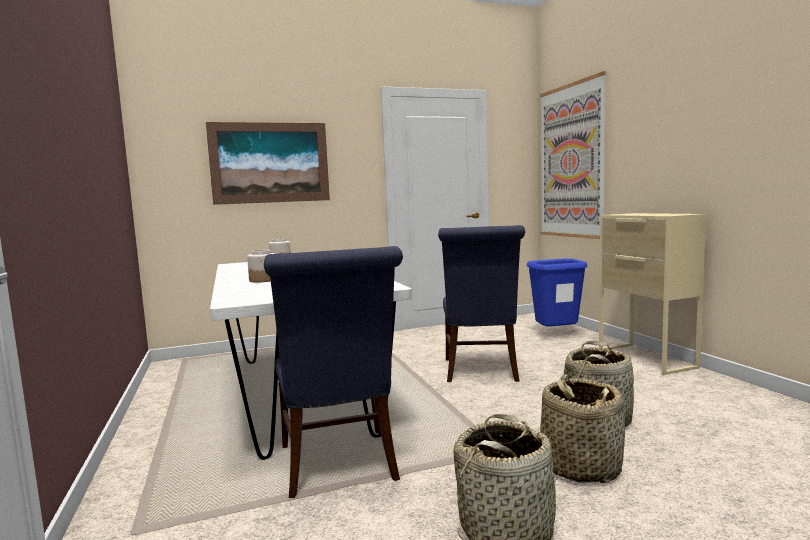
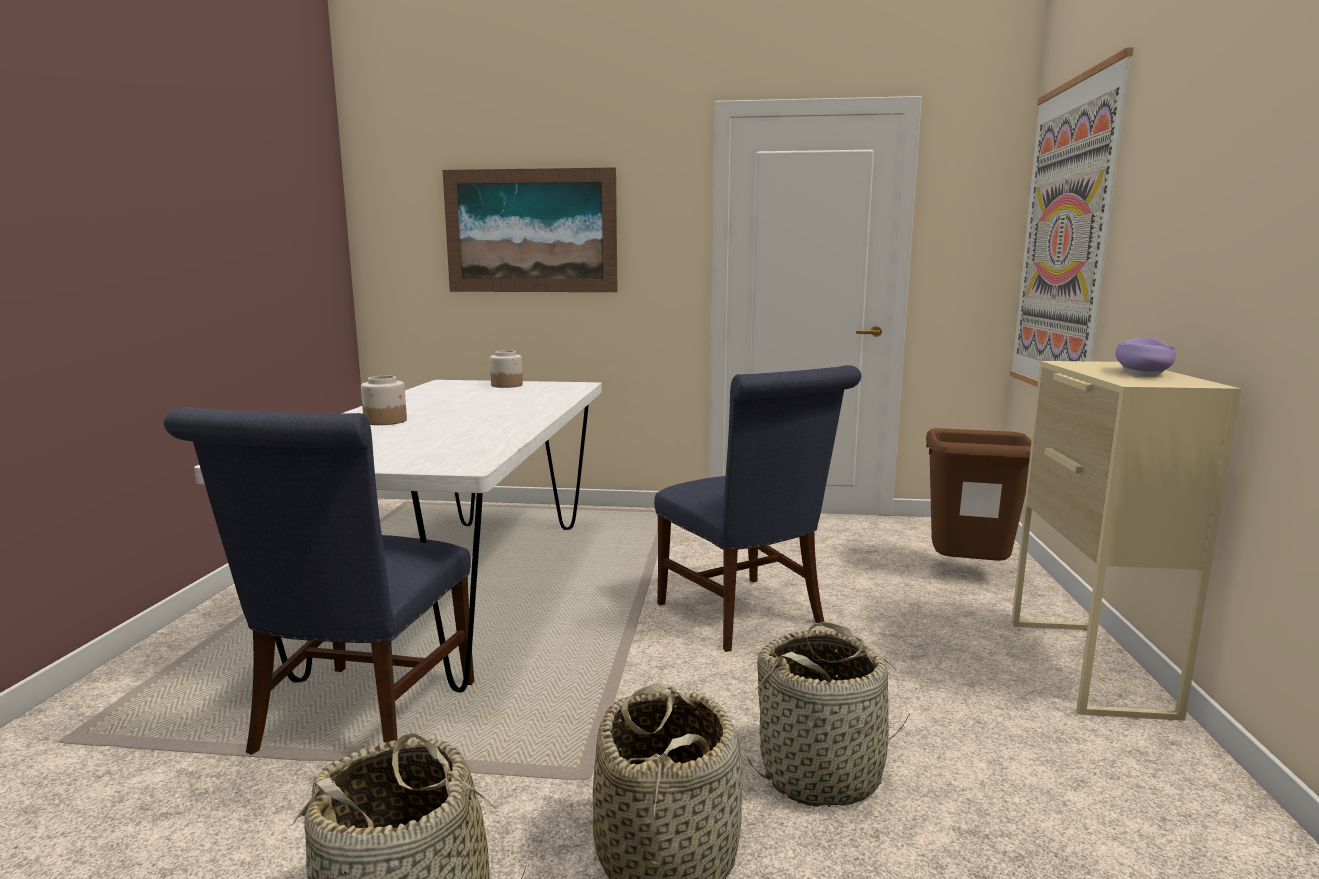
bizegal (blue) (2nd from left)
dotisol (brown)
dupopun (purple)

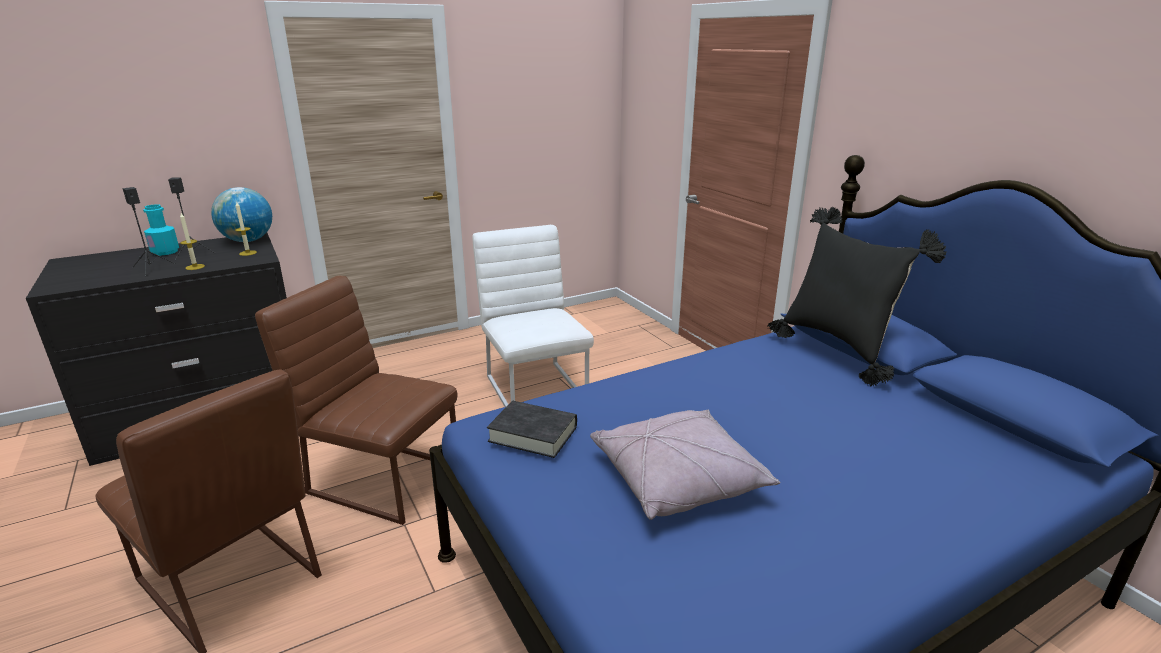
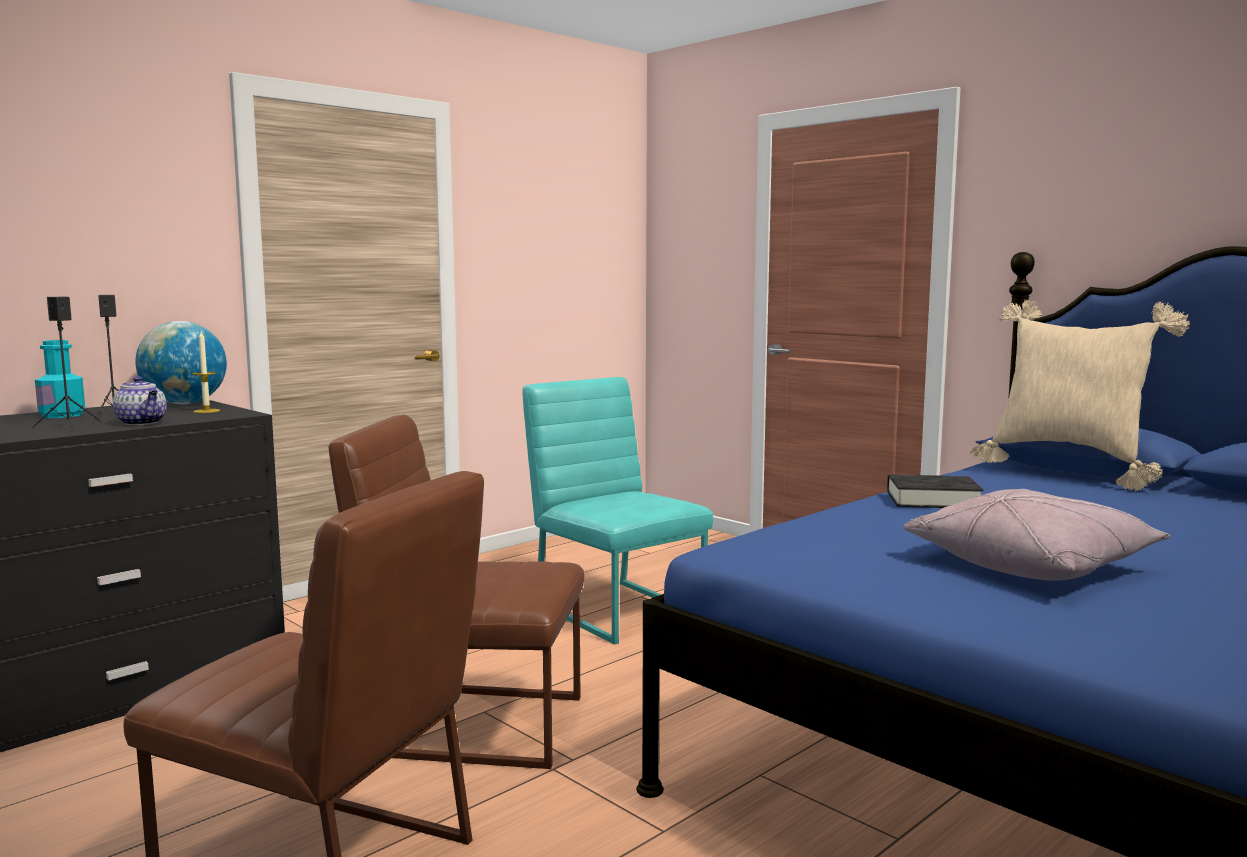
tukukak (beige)
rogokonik
bizegal (turquoise)
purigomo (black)

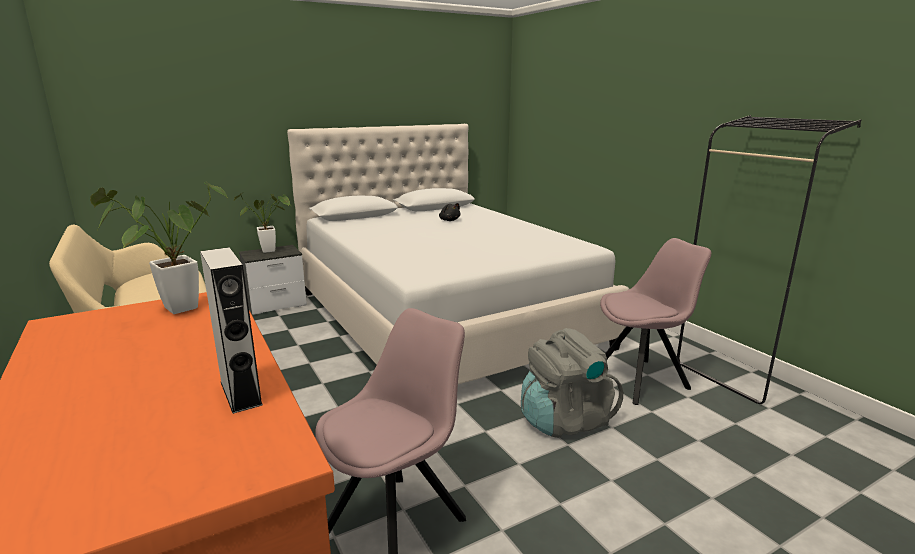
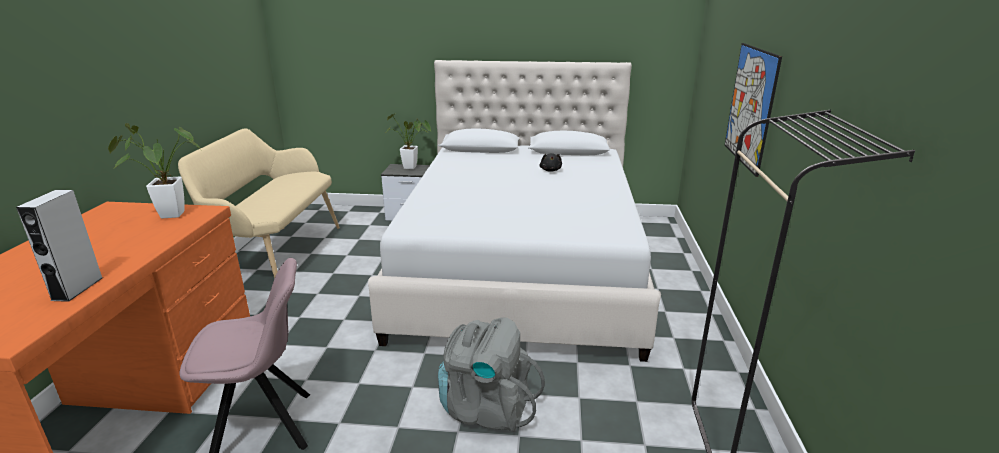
bizegal (pink) (2nd from left in the first image)
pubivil

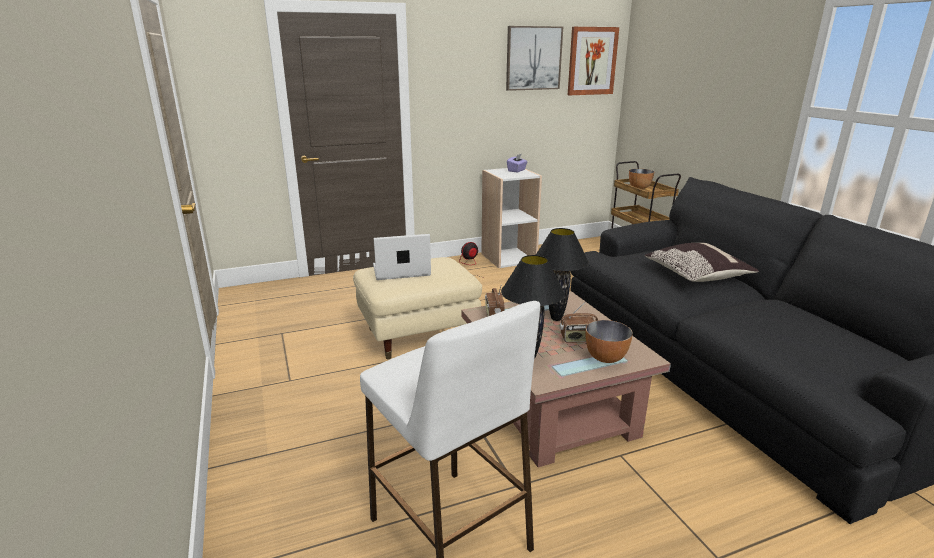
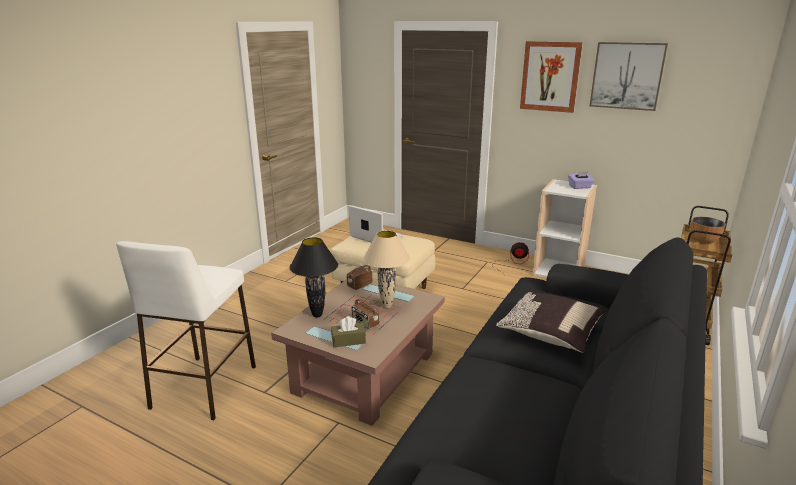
pubivil (1st from left)
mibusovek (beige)
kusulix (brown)

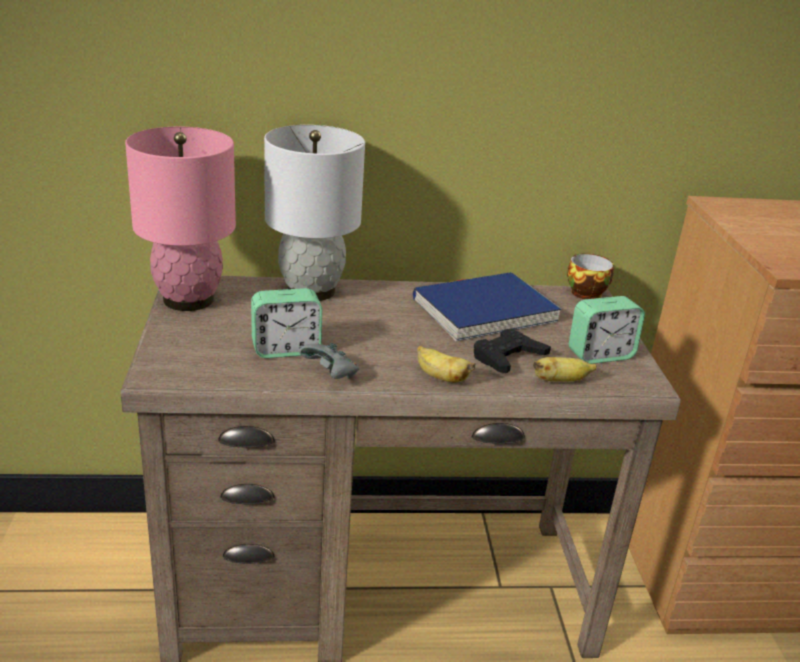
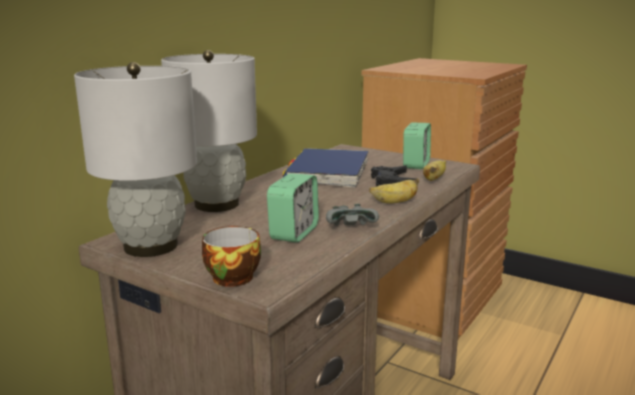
mibusovek (white) (1st from left)
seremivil

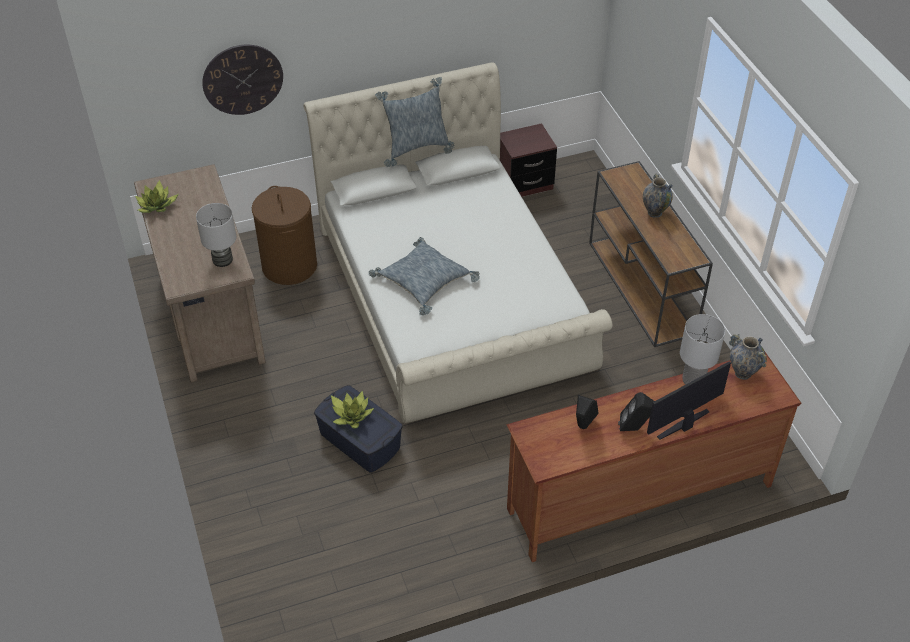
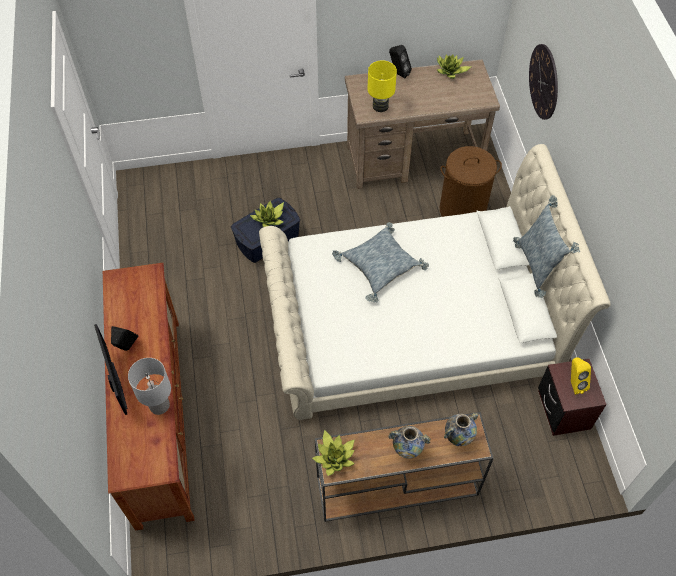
mibusovek (yellow)
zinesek (2nd from left)
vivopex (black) (2nd from left)
vivopex (yellow)
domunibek (2nd from left)

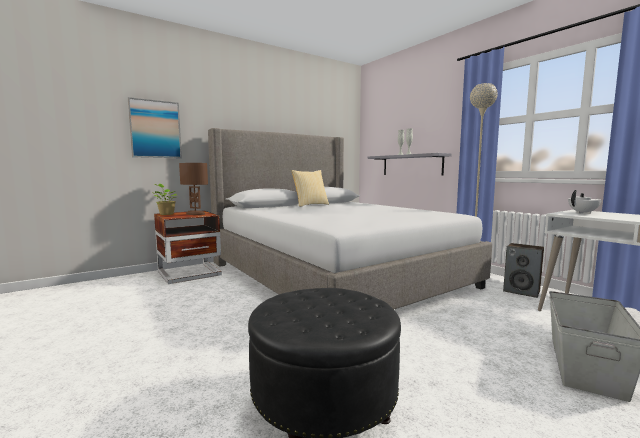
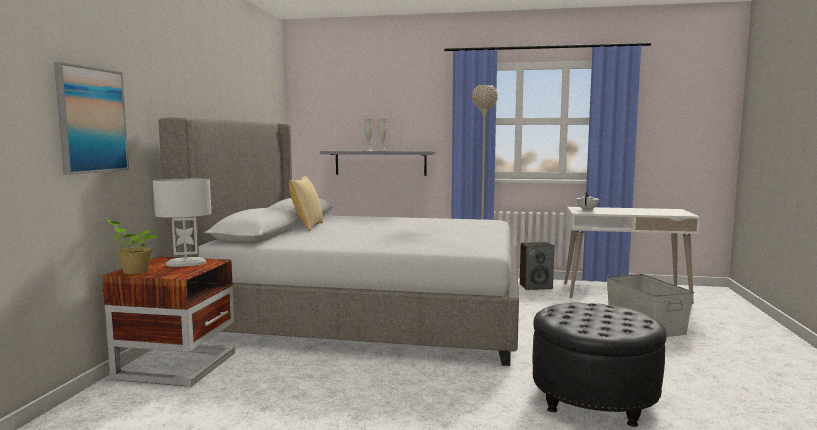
mibusovek (white)

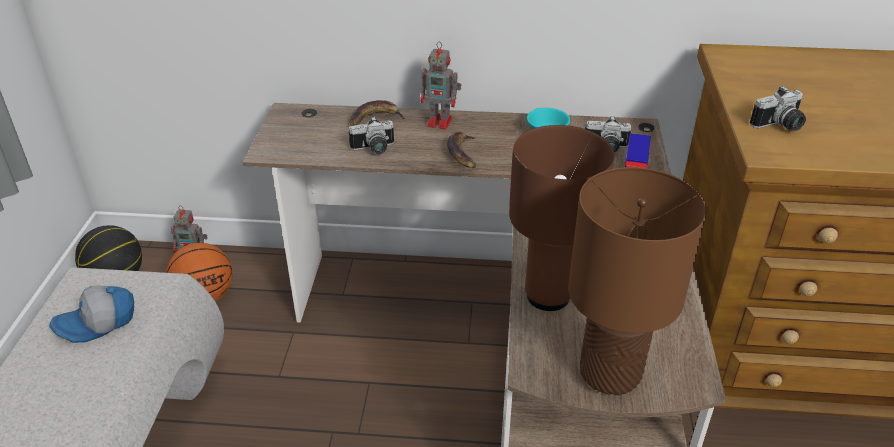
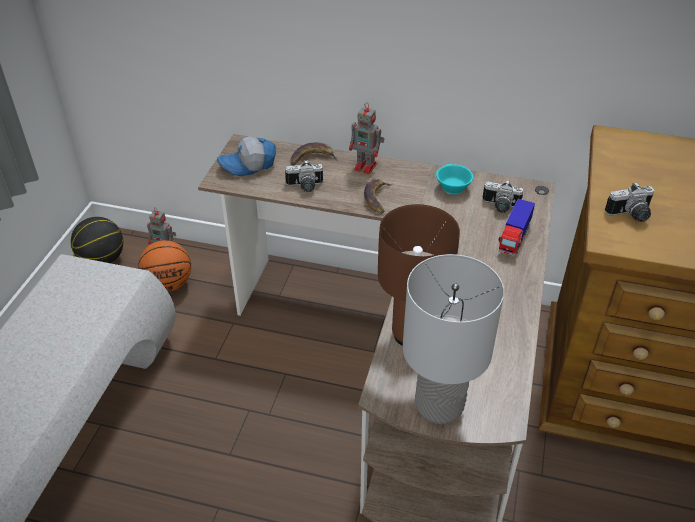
mibusovek (grey)
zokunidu

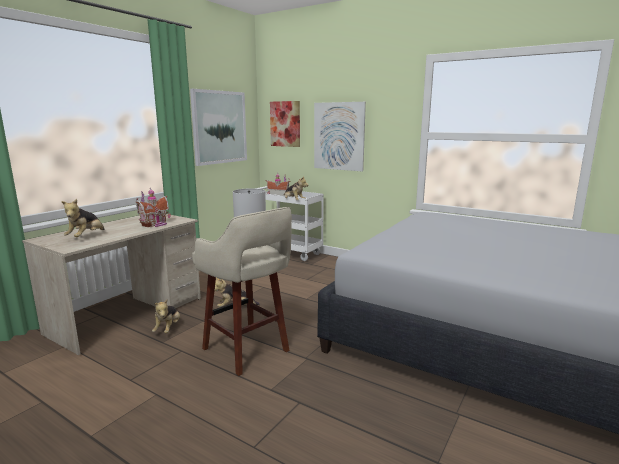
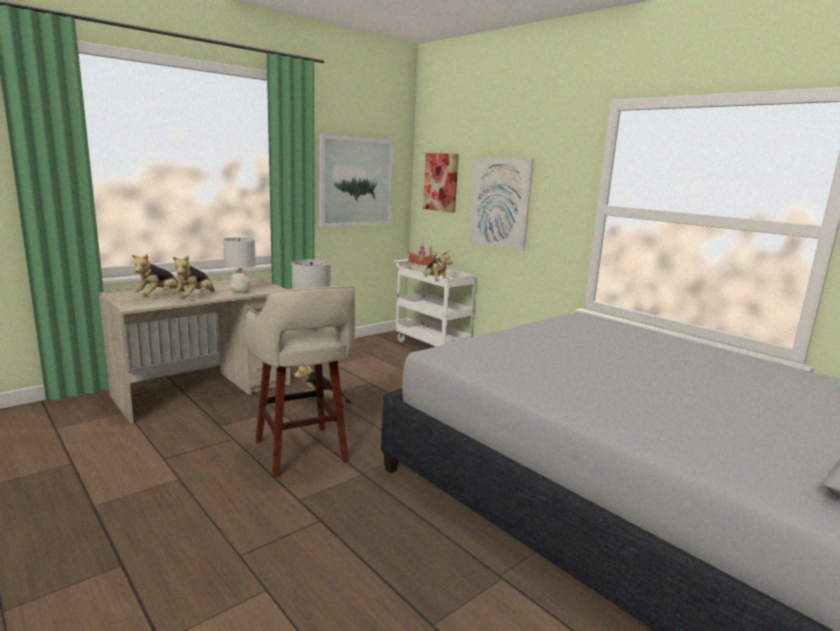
mibusovek (grey) (1st from left)
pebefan (2nd from left)

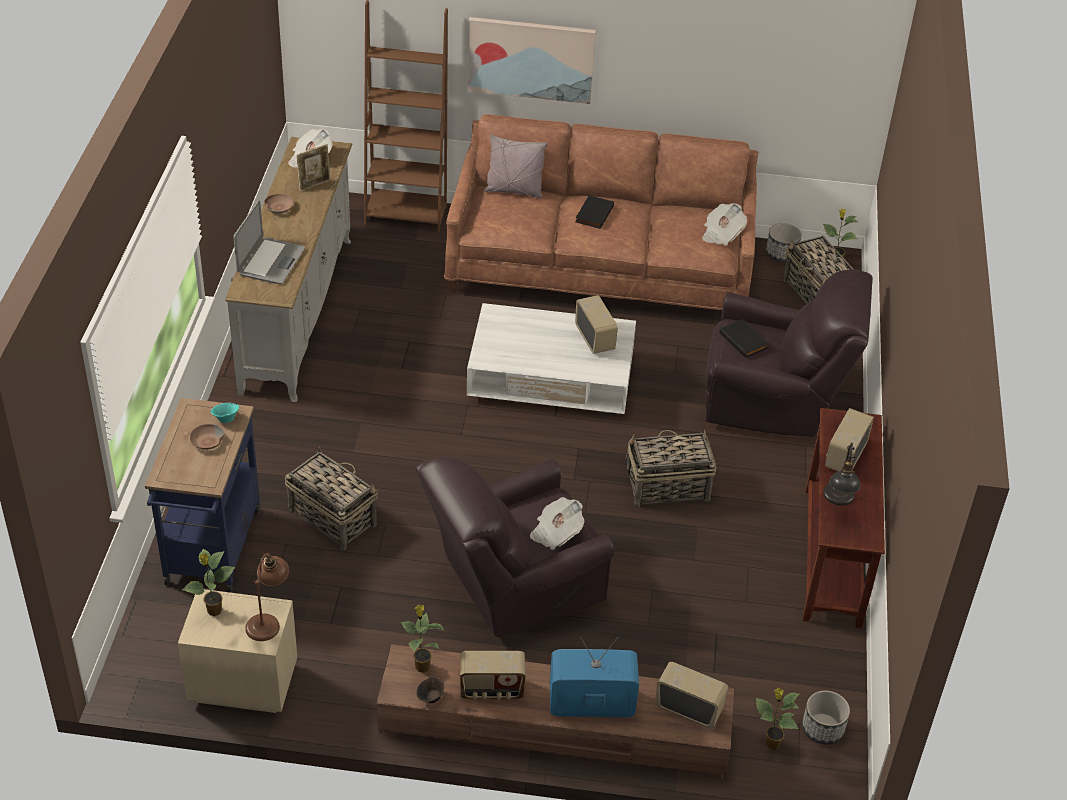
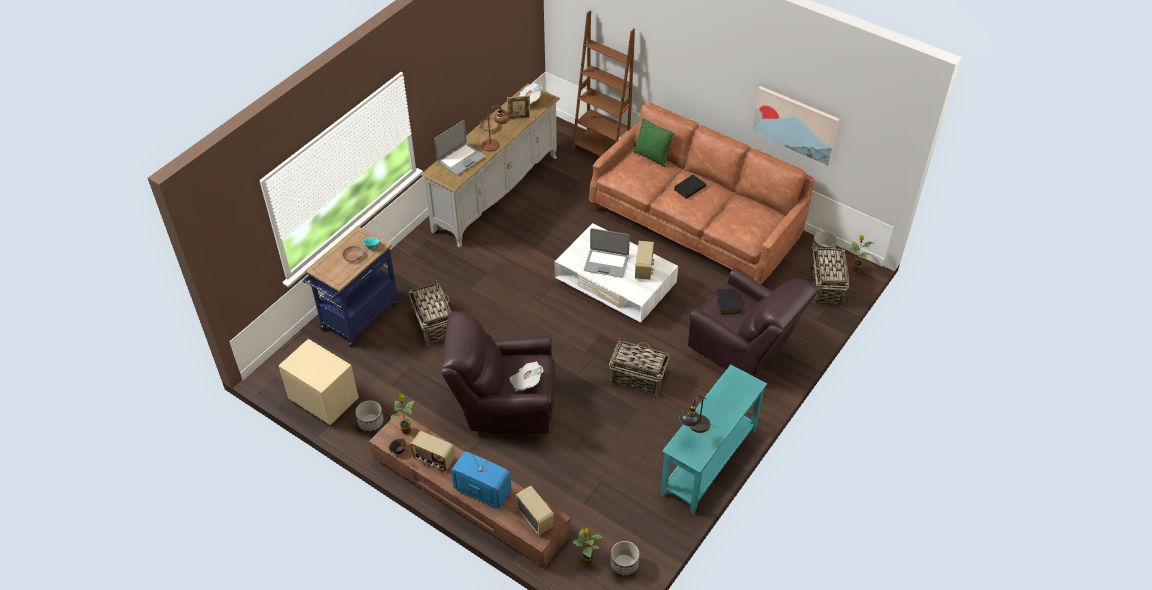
pubivil
tukukak (green)
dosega (3rd from left in the first image)
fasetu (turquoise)
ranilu (4th from left in the first image)
domunibek (1st from left in the first image)
mibusovek (brown)
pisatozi (2nd from left)
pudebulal (1st from left)

